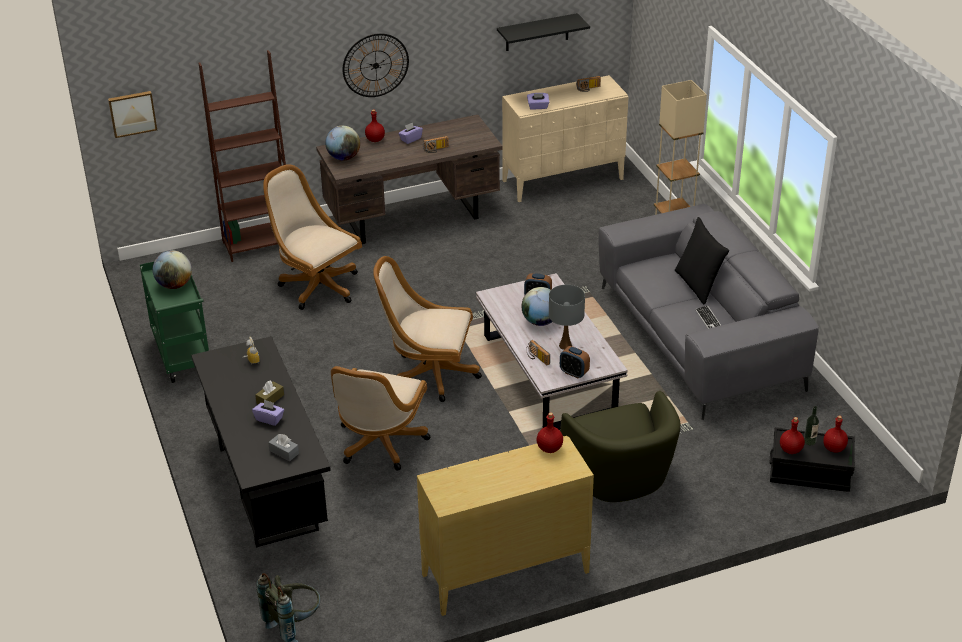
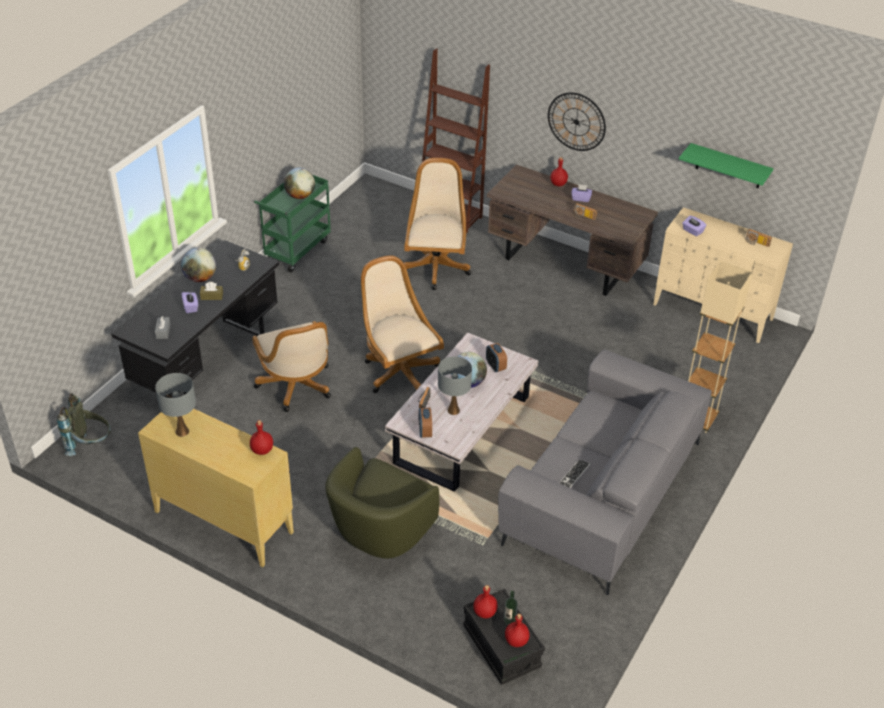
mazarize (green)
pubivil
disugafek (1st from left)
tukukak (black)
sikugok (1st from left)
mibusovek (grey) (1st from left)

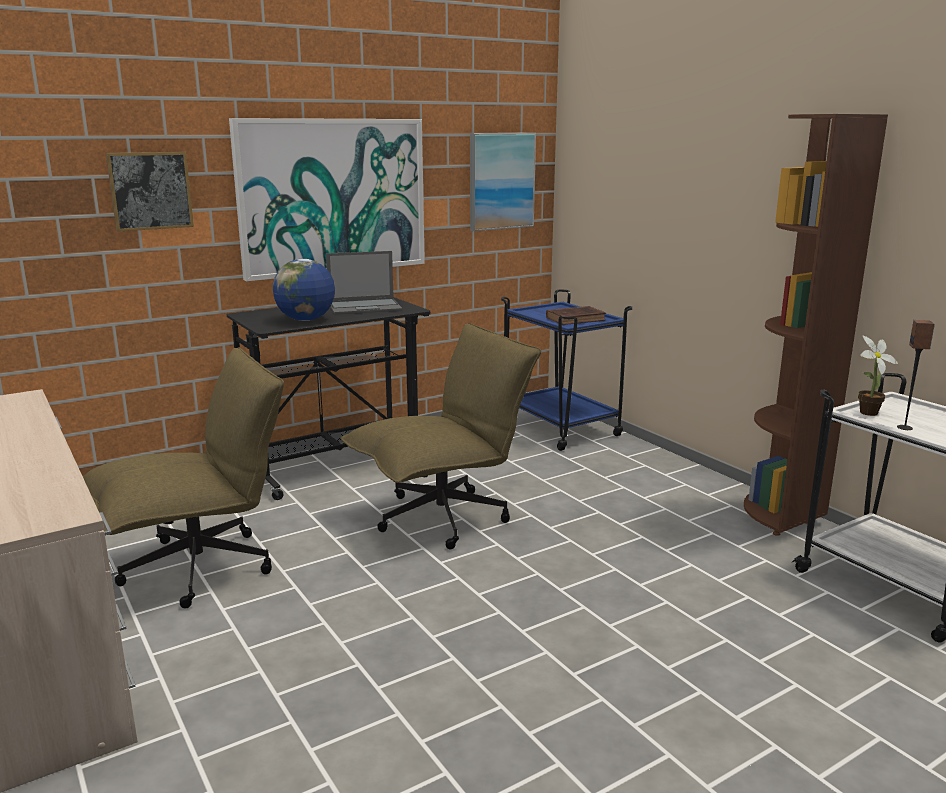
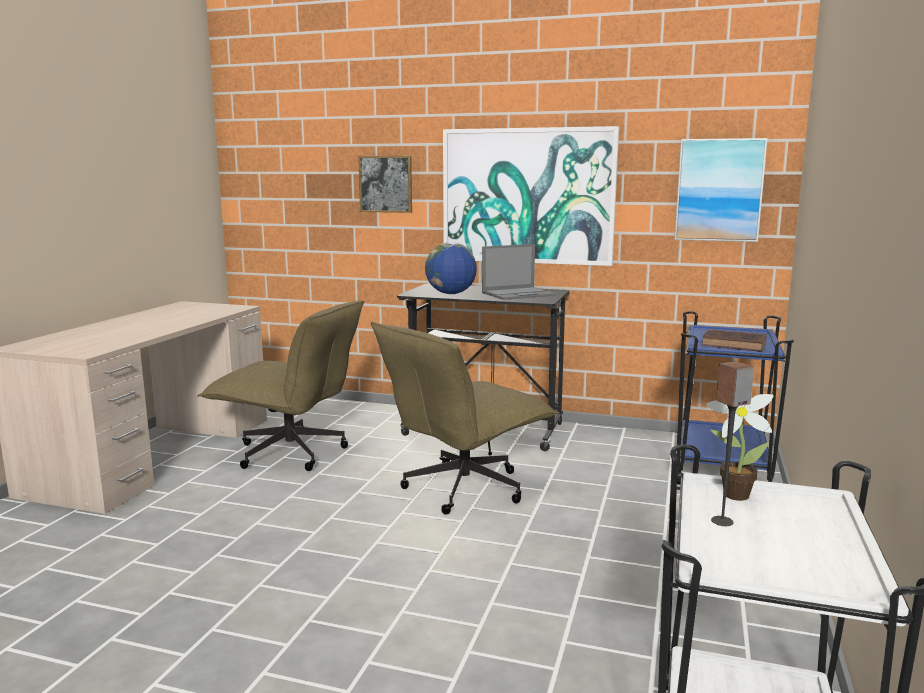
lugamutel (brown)
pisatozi
sikugok (beige) (2nd from left)

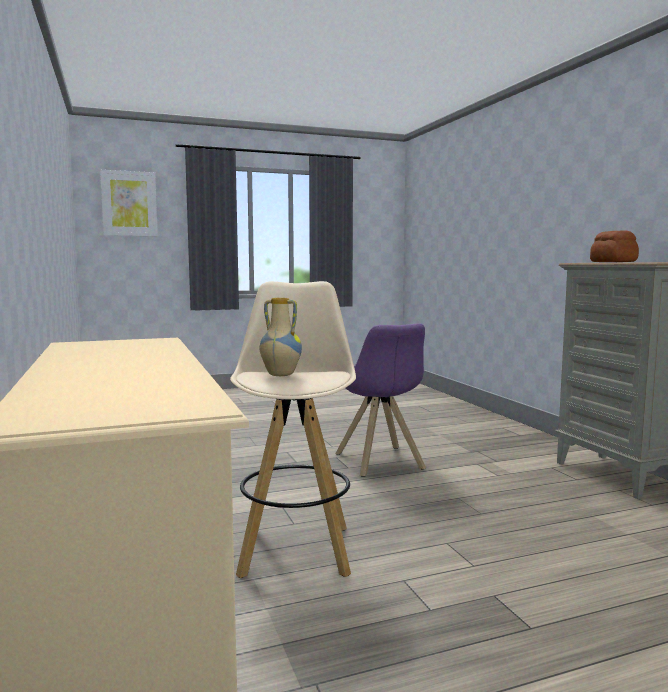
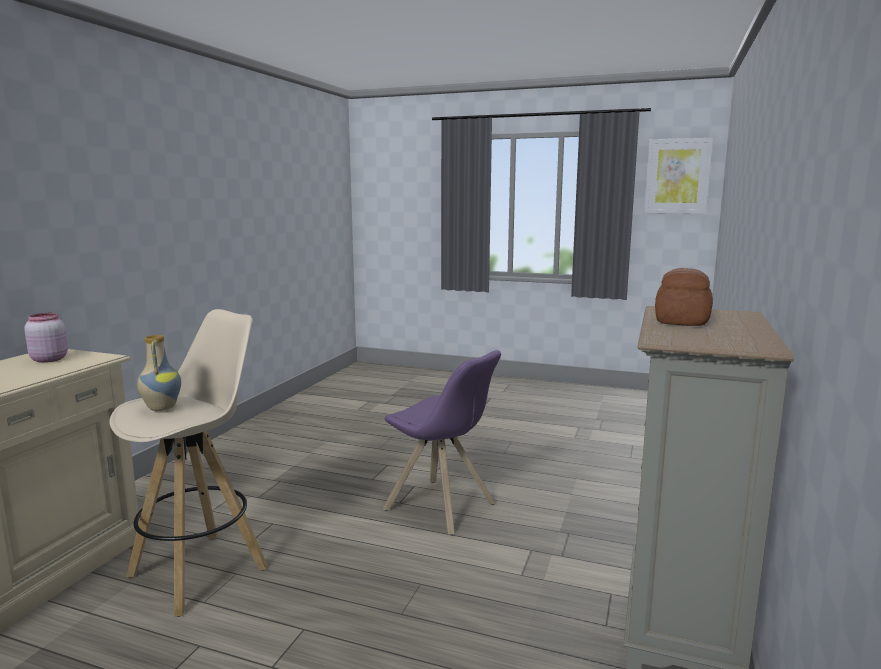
pubivil
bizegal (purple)
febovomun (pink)

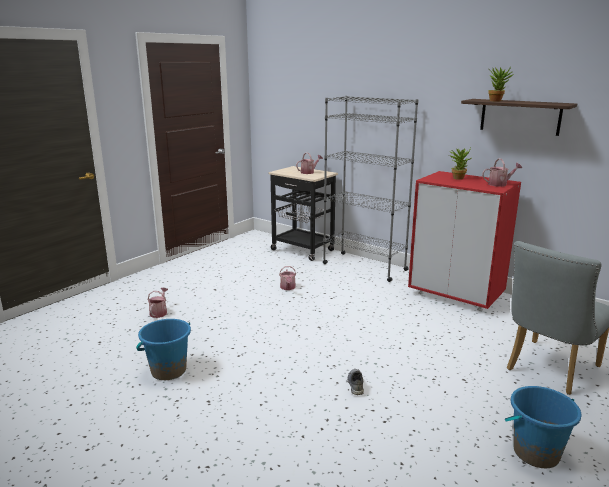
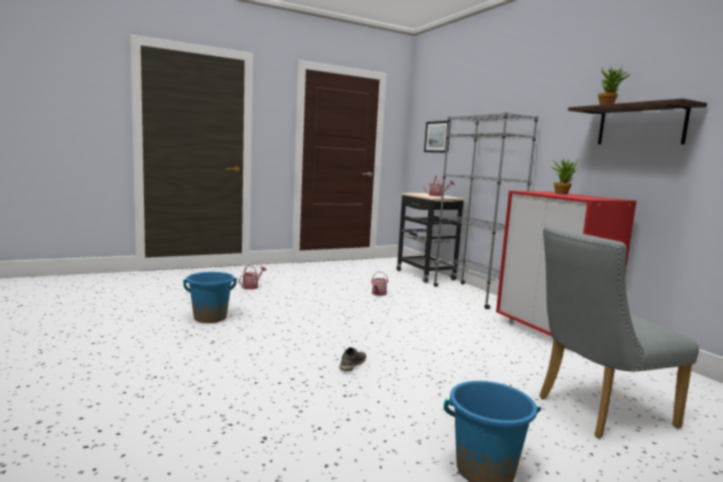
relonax (4th from left in the first image)
pubivil

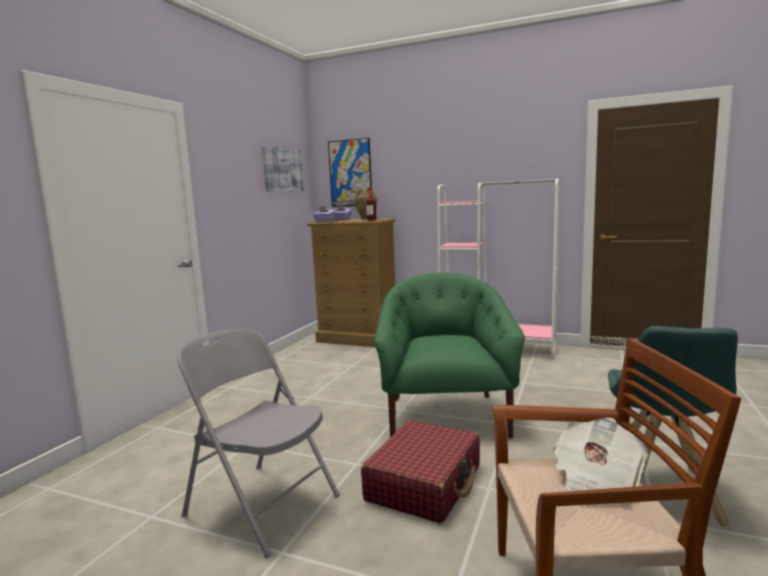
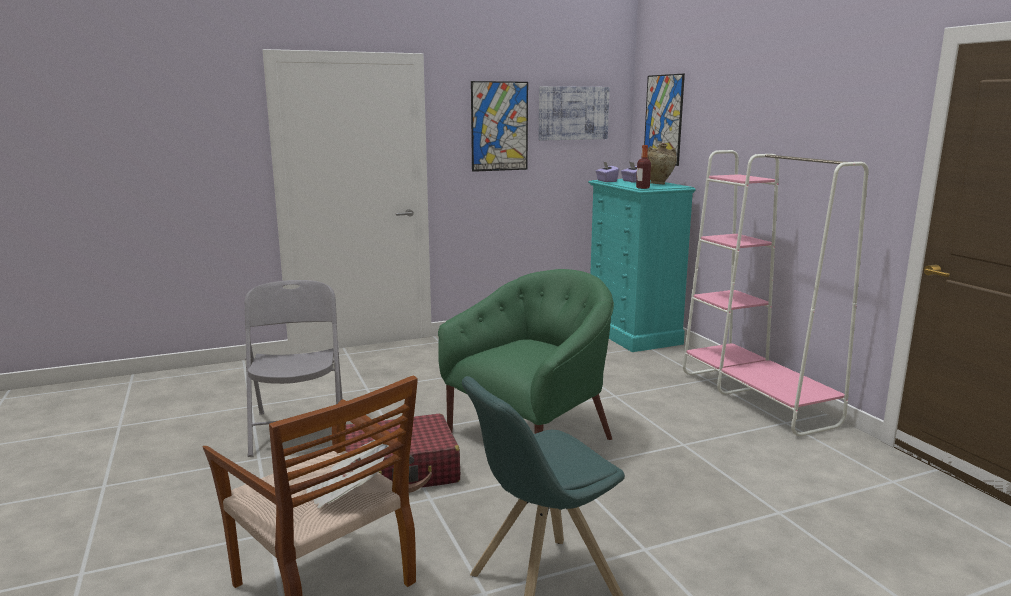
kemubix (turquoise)
pubivil (1st from left)

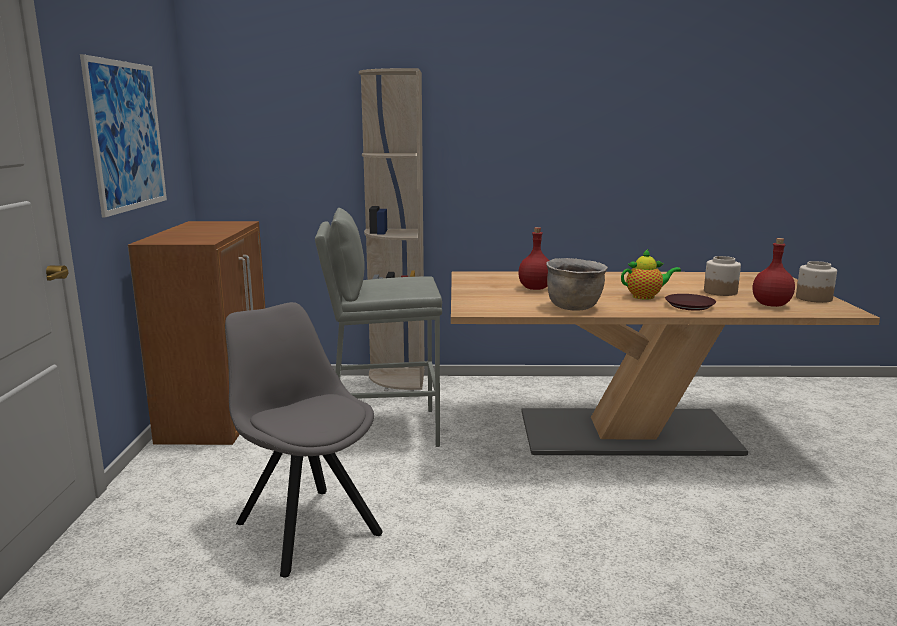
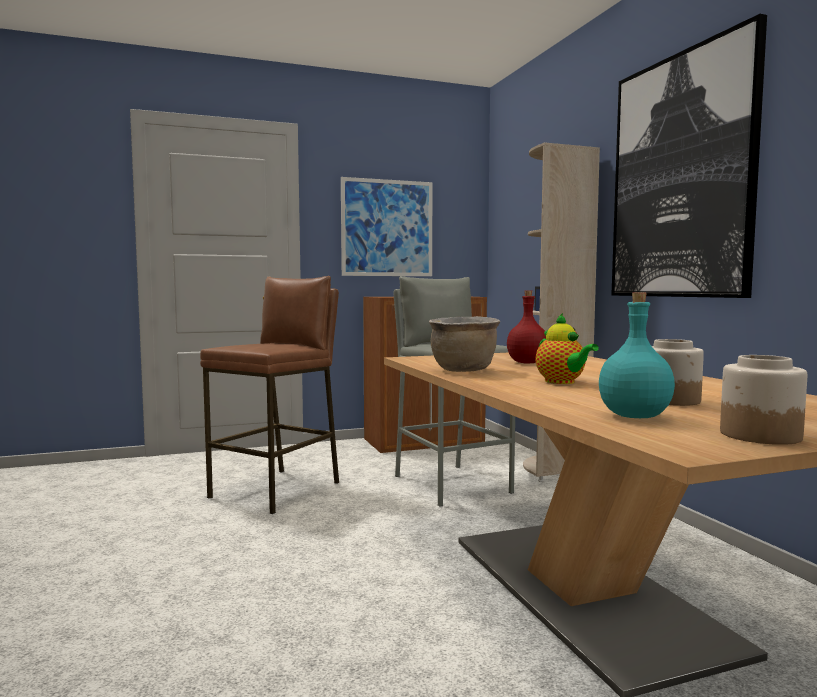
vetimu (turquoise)
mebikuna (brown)
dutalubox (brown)
pubivil (2nd from left)

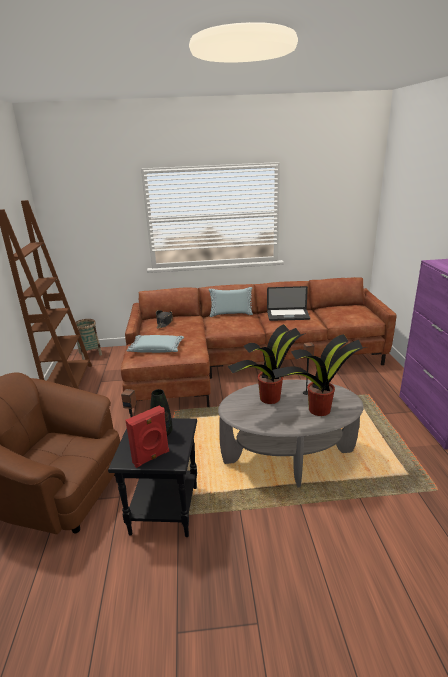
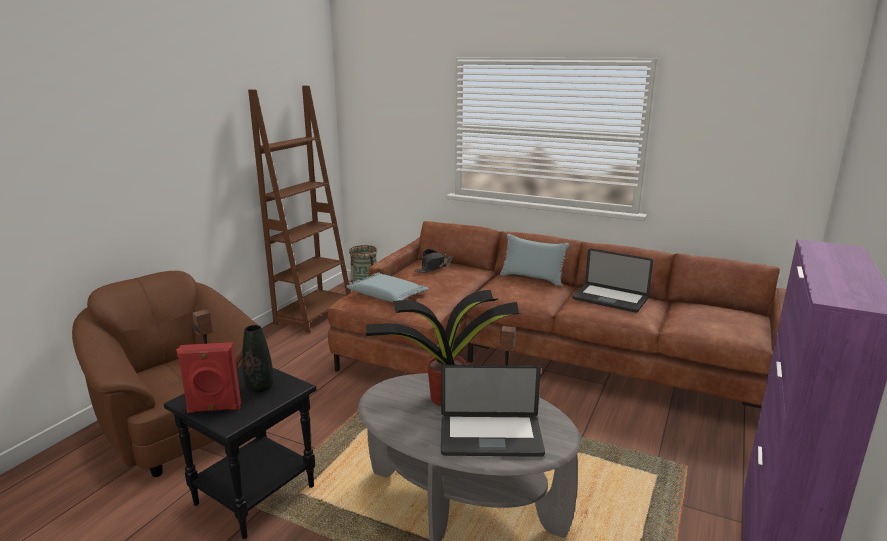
pisatozi (1st from left)

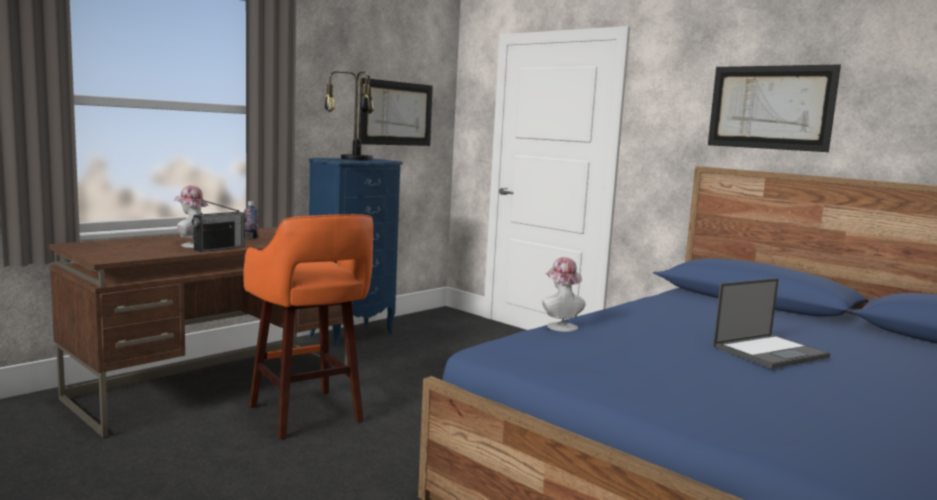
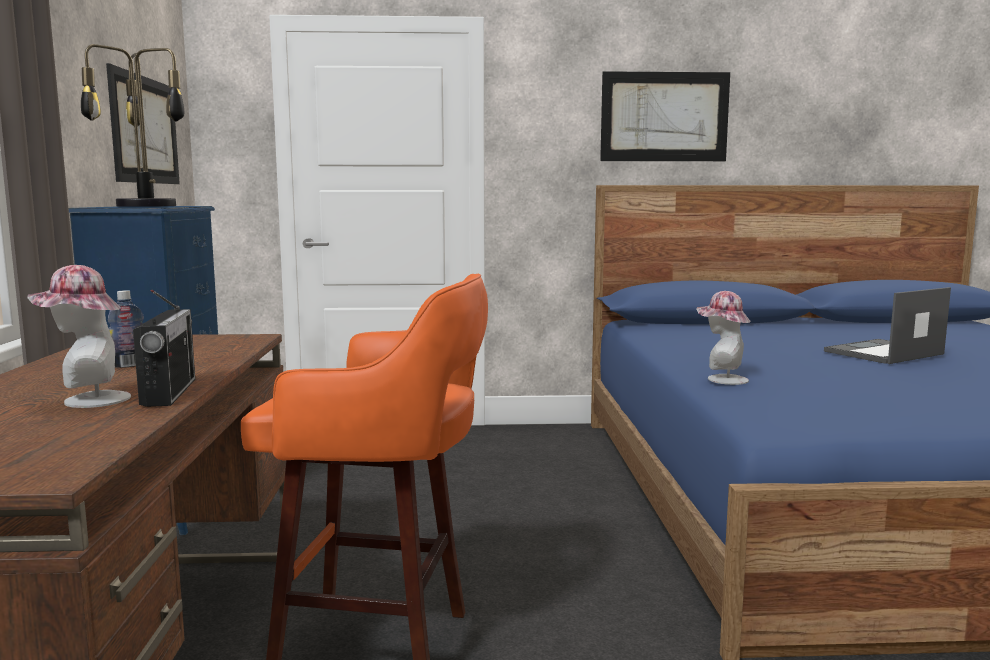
pisatozi

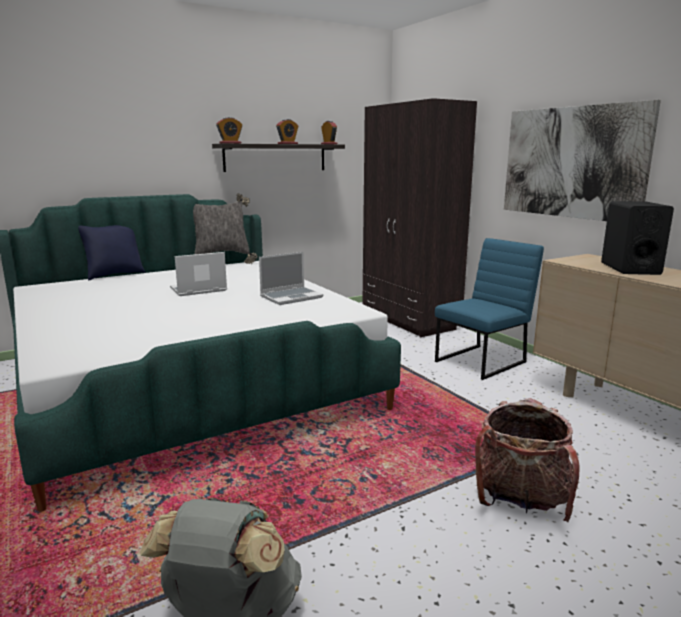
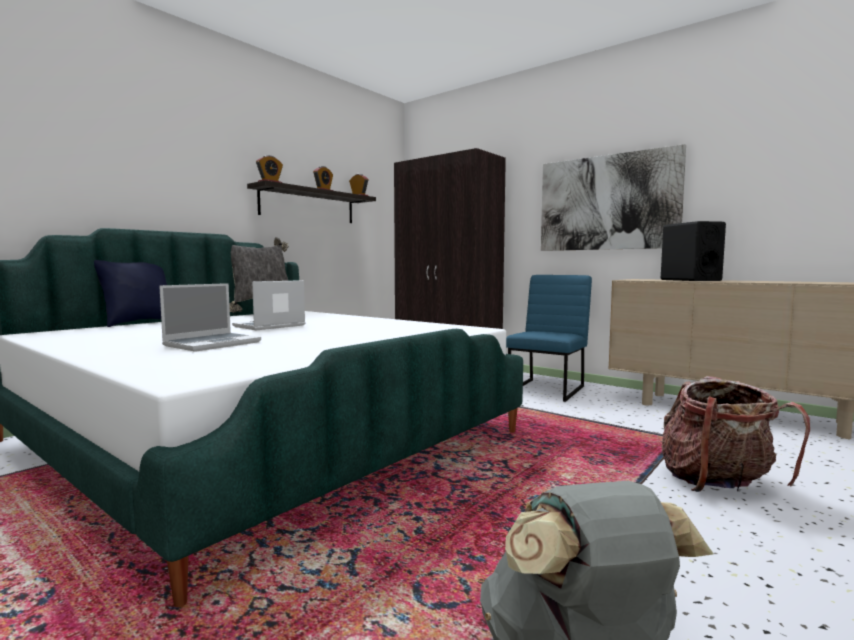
pisatozi (1st from left)

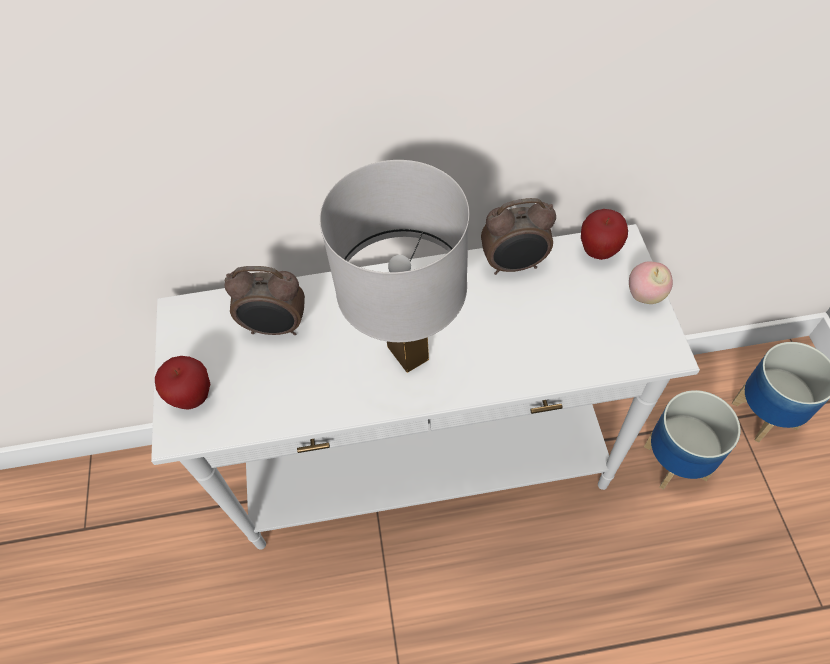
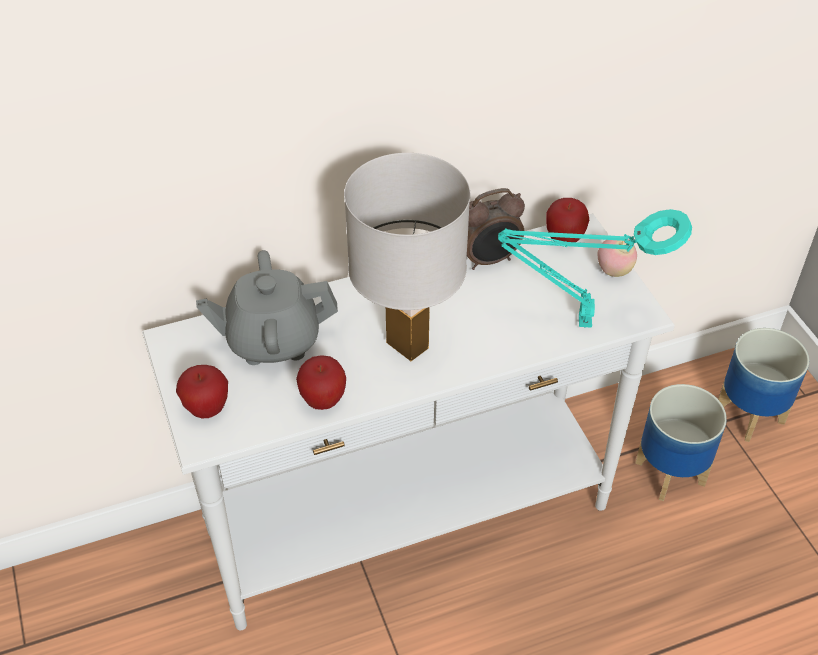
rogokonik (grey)
mibusovek (turquoise)
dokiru (2nd from left)

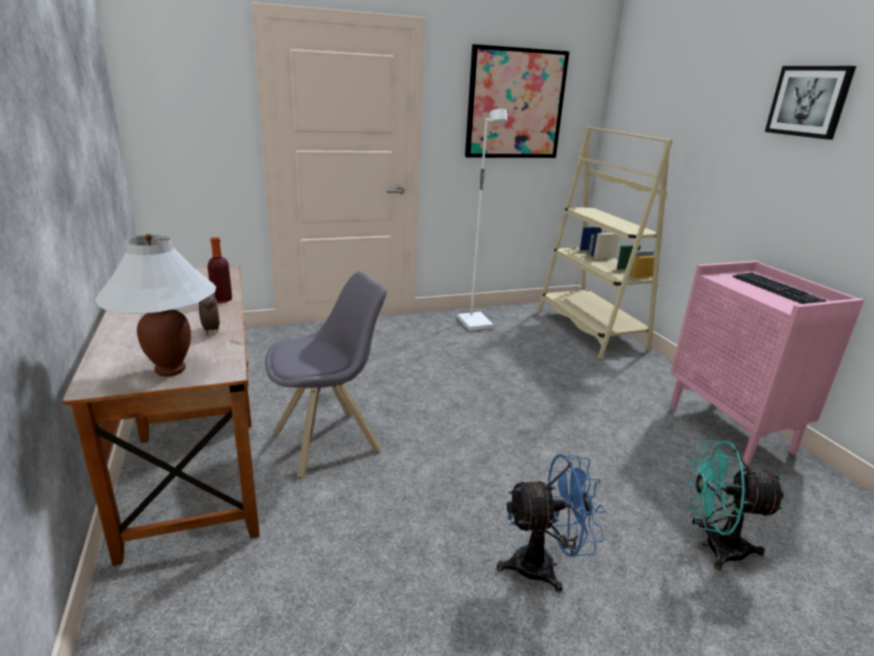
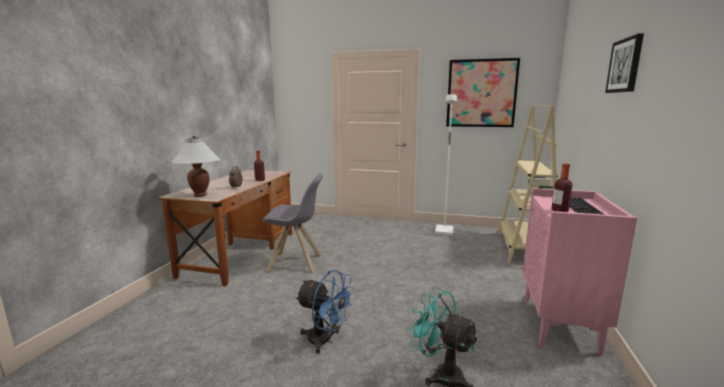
vetimu (2nd from left)

